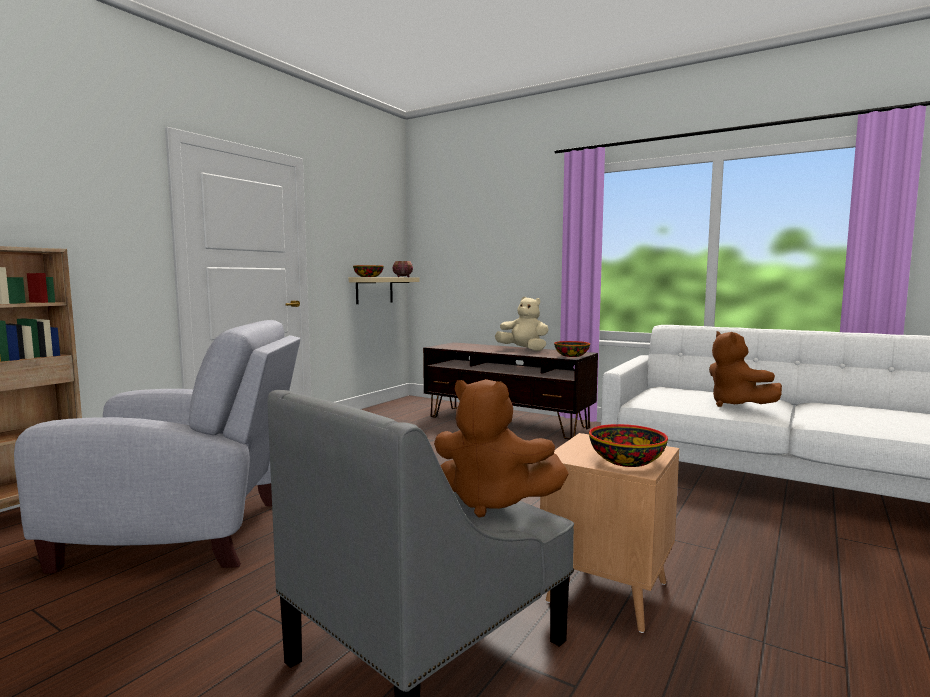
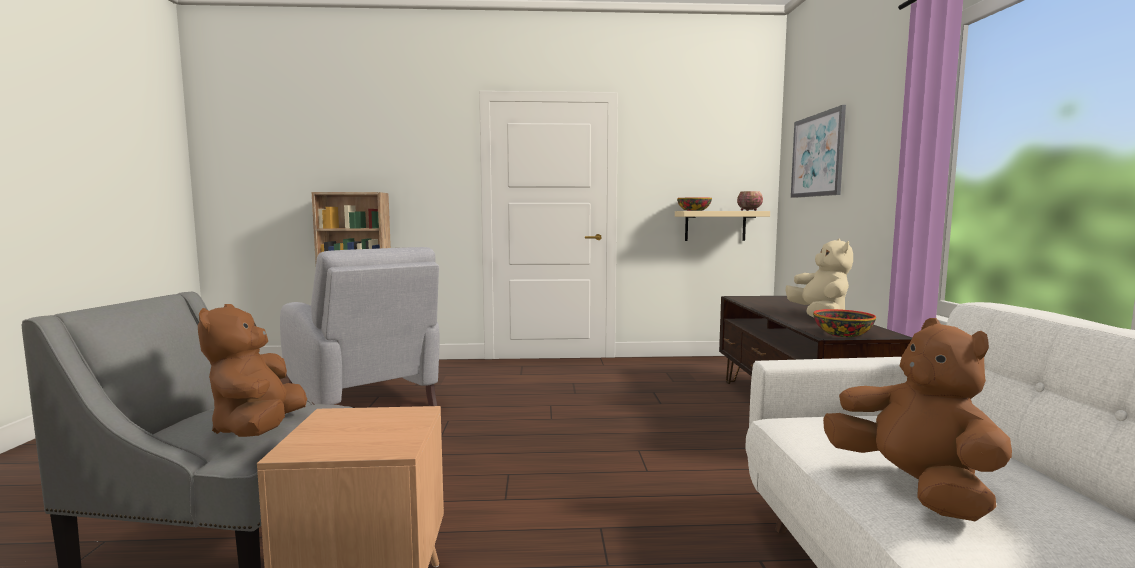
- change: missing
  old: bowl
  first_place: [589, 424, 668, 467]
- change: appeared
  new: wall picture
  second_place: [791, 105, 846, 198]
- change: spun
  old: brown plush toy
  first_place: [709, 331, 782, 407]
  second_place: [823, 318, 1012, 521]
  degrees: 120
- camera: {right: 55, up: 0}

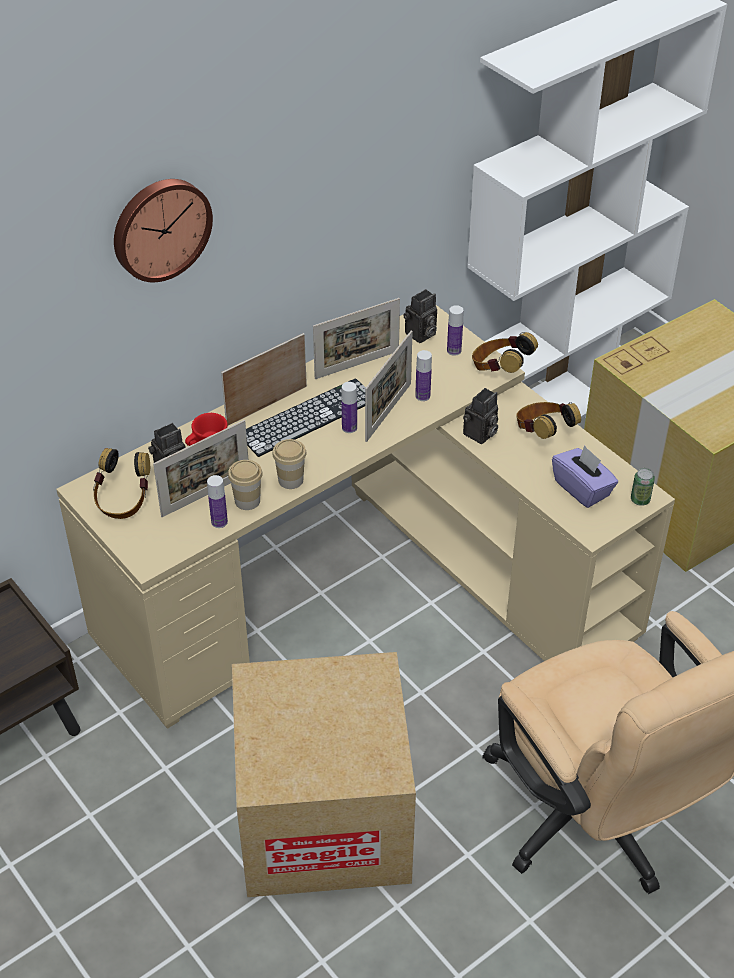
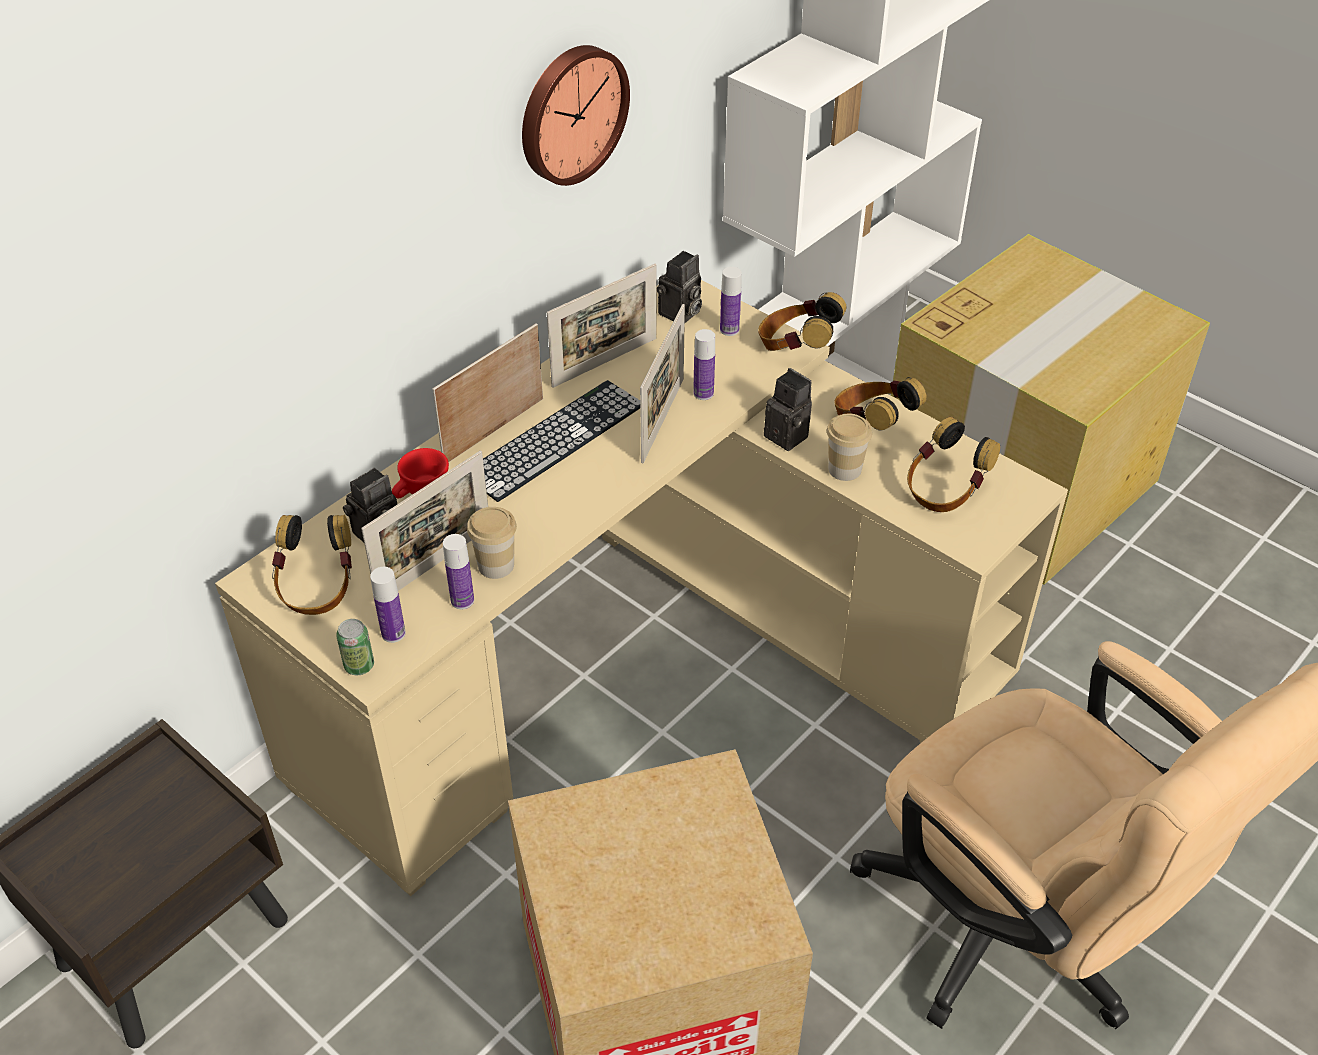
- change: relocated
  old: hanging clock
  first_place: [114, 179, 213, 282]
  second_place: [522, 45, 630, 186]
- change: relocated
  old: small cup
  first_place: [272, 439, 306, 489]
  second_place: [827, 414, 872, 481]
- change: relocated
  old: bottle
  first_place: [341, 382, 357, 433]
  second_place: [370, 567, 406, 643]
- change: relocated
  old: metal can
  first_place: [631, 468, 655, 506]
  second_place: [336, 619, 374, 675]
- change: exchanged
  old: purple-coloured box of tissues
  new: headset
  first_place: [552, 445, 618, 508]
  second_place: [907, 417, 1000, 512]
- change: spun
  old: photo camera
  first_place: [463, 388, 498, 444]
  second_place: [764, 368, 812, 451]
  degrees: -75
- camera: {right: -10, up: 0}

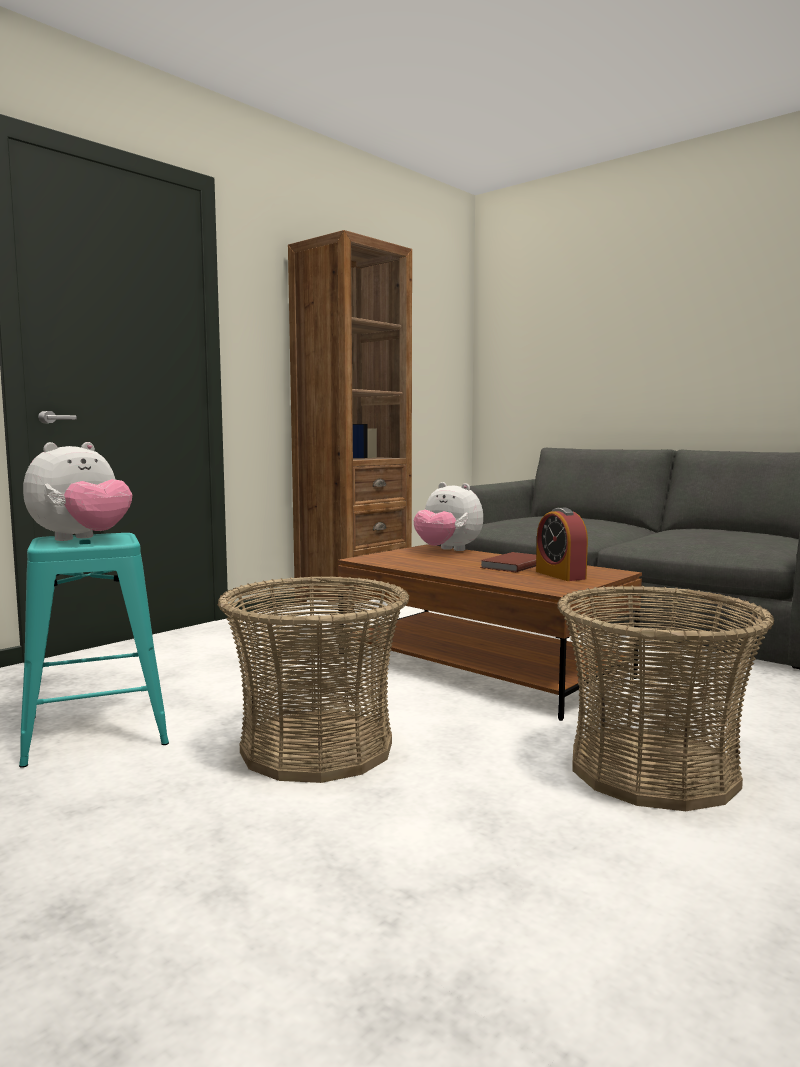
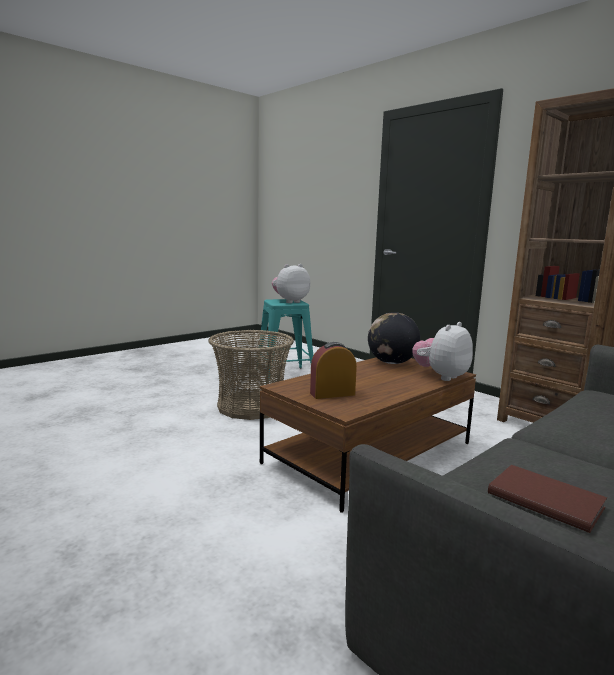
- change: missing
  old: storage basket
  first_place: [557, 585, 774, 811]
- change: appeared
  new: globe
  second_place: [368, 312, 420, 364]
- change: relocated
  old: brown book
  first_place: [480, 552, 536, 572]
  second_place: [488, 465, 607, 533]
- change: spun
  old: plush toy
  first_place: [23, 442, 132, 541]
  second_place: [272, 264, 310, 303]
  degrees: 105
- camera: {right: 95, up: 5}

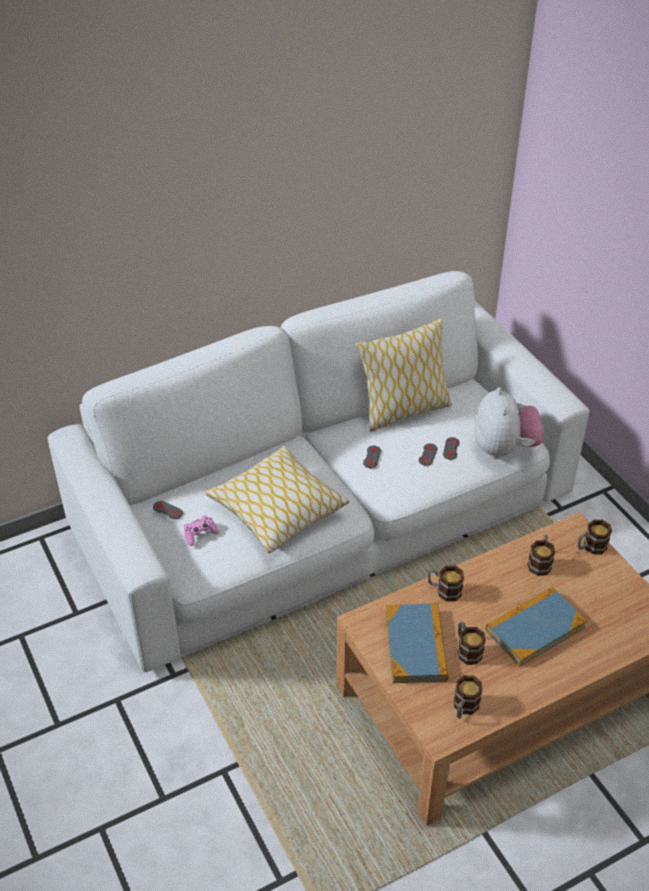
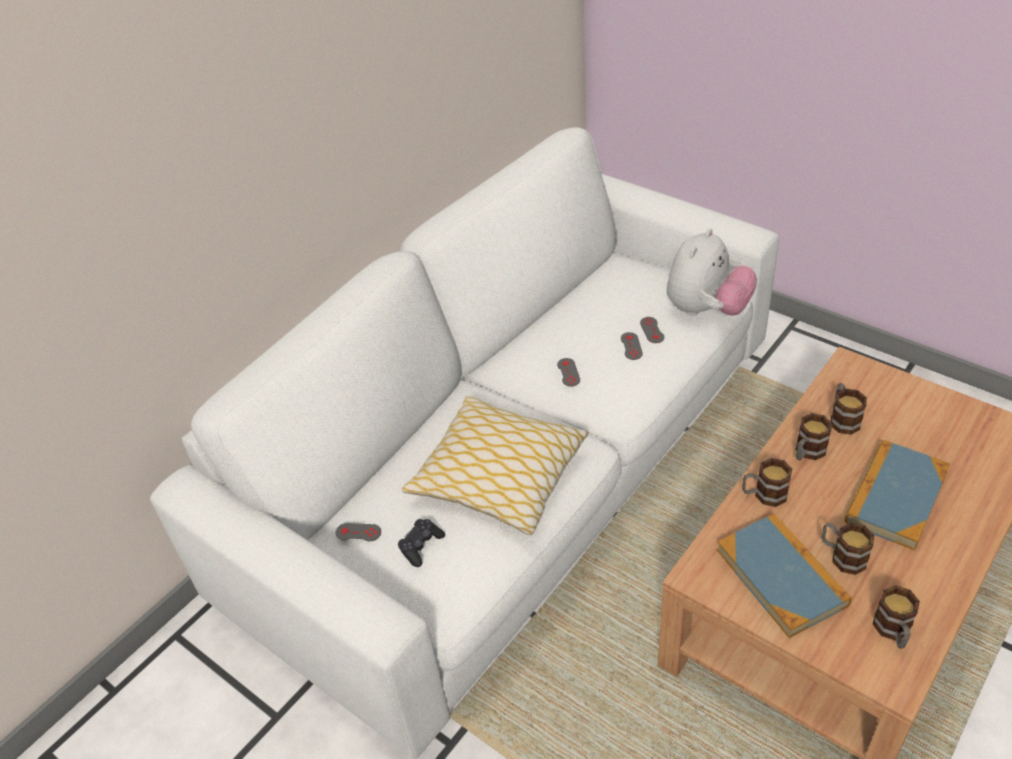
- change: missing
  old: cushion
  first_place: [355, 318, 452, 432]
- change: relocated
  old: coffee mug
  first_place: [577, 520, 612, 554]
  second_place: [795, 413, 832, 460]
- change: colour
  old: pink-coloured gamepad
  new: black-coloured gamepad
  first_place: [184, 515, 219, 546]
  second_place: [398, 519, 445, 567]
- change: spun
  old: plush toy
  first_place: [474, 387, 544, 458]
  second_place: [667, 229, 757, 316]
  degrees: 60
- camera: {right: -20, up: 0}

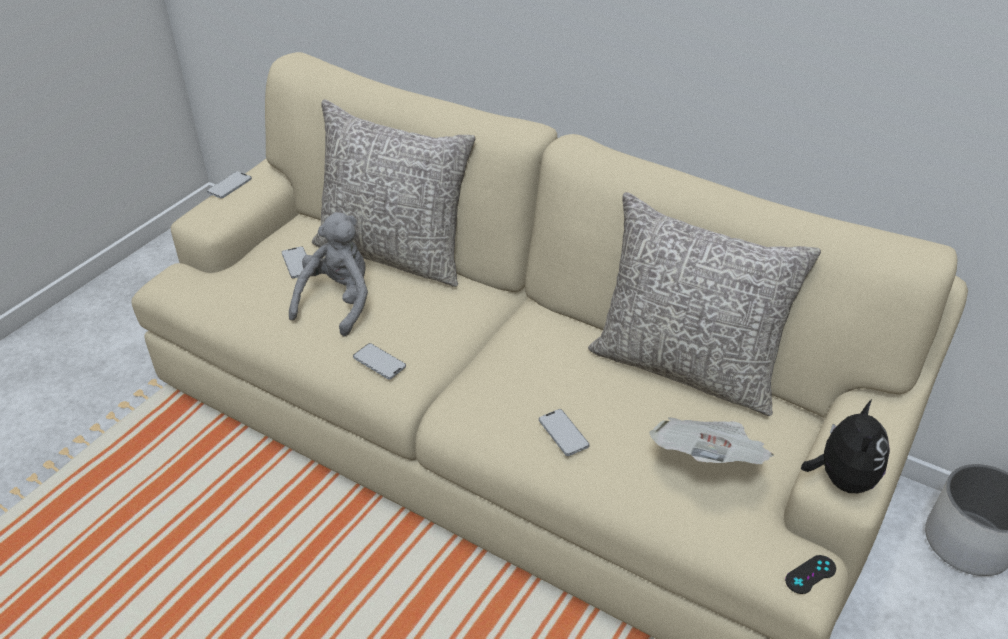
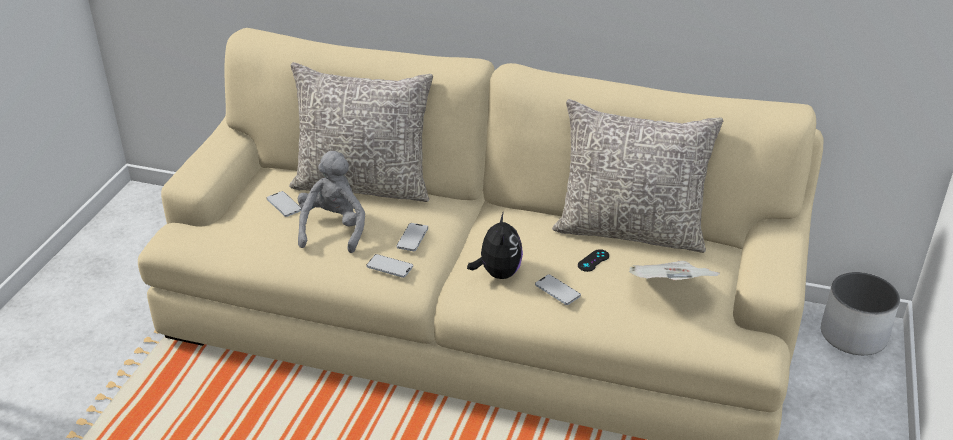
- change: relocated
  old: telephone
  first_place: [207, 171, 252, 199]
  second_place: [396, 223, 428, 251]
- change: relocated
  old: black-coloured gamepad
  first_place: [785, 555, 836, 594]
  second_place: [578, 249, 609, 272]
- change: relocated
  old: plush toy
  first_place: [801, 399, 890, 493]
  second_place: [467, 211, 523, 279]
- camera: {right: -15, up: -5}

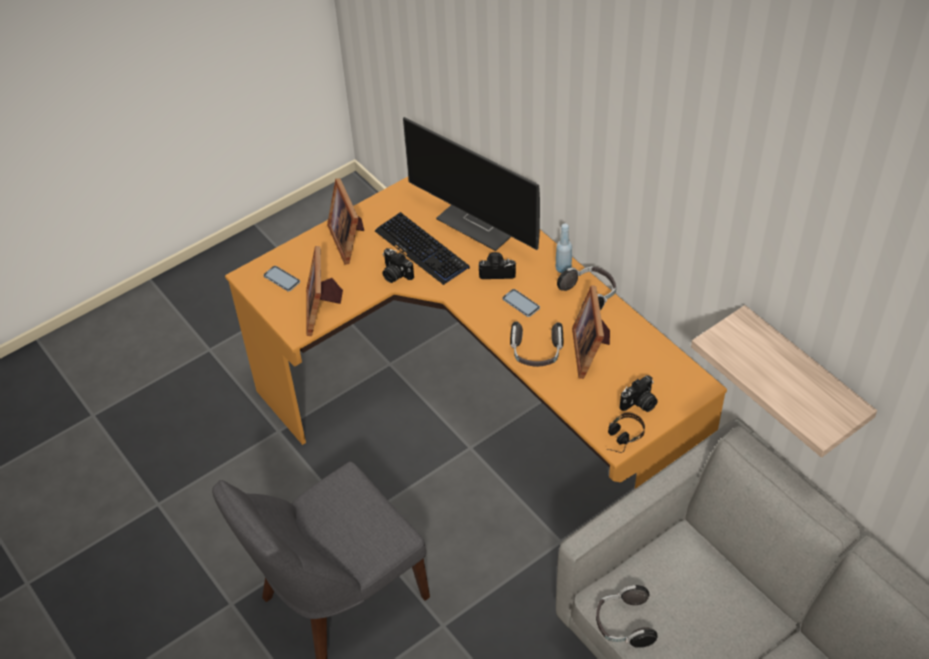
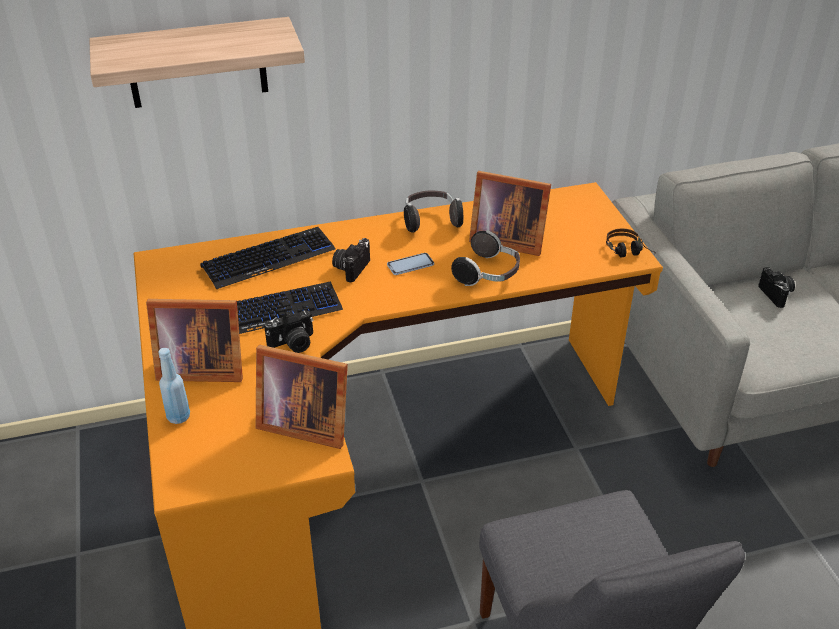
- change: missing
  old: telephone
  first_place: [264, 266, 300, 291]
- change: missing
  old: headset
  first_place: [596, 585, 658, 648]
- change: relocated
  old: blue bottle
  first_place: [555, 224, 572, 273]
  second_place: [159, 348, 190, 424]
- change: relocated
  old: photo camera
  first_place: [620, 375, 658, 412]
  second_place: [758, 267, 795, 308]
- change: relocated
  old: bracket shelf
  first_place: [691, 305, 877, 458]
  second_place: [89, 17, 305, 108]
- change: exchanged
  old: computer screen
  new: computer keyboard
  first_place: [403, 117, 540, 251]
  second_place: [200, 227, 336, 289]
- camera: {right: -70, up: -10}

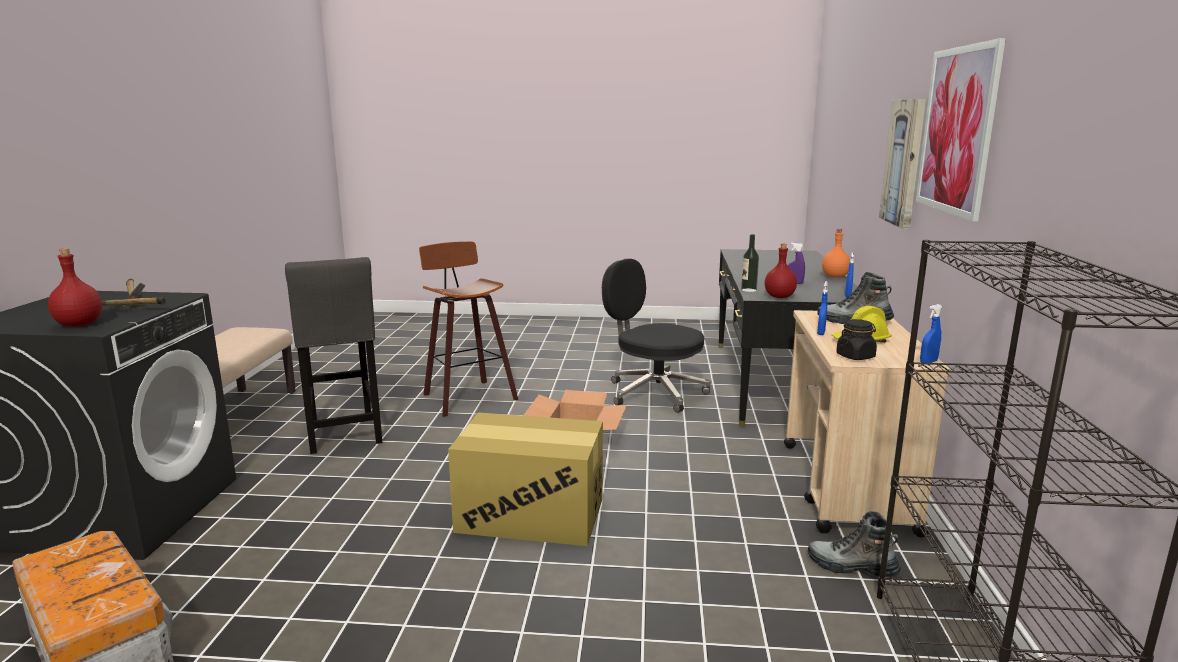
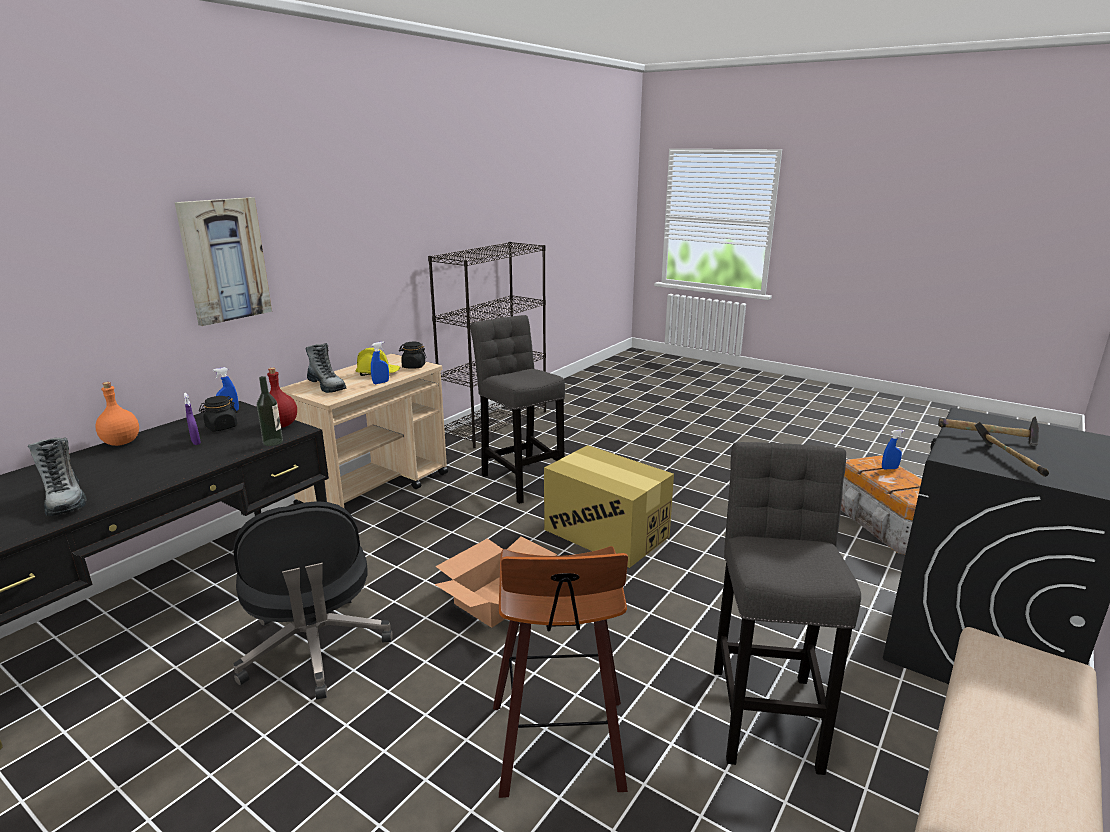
- change: missing
  old: red-coloured bottle
  first_place: [48, 248, 102, 326]
- change: missing
  old: wall picture
  first_place: [916, 38, 1006, 222]
- change: appeared
  new: black-coloured storage jar
  second_place: [199, 396, 237, 431]
- change: appeared
  new: gray stool seat
  second_place: [470, 315, 565, 504]
- change: relocated
  old: tall boot
  first_place: [808, 511, 901, 577]
  second_place: [28, 437, 87, 516]
- change: relocated
  old: blue spray bottle
  first_place: [920, 304, 942, 363]
  second_place: [882, 430, 904, 469]
- camera: {right: -150, up: 5}

